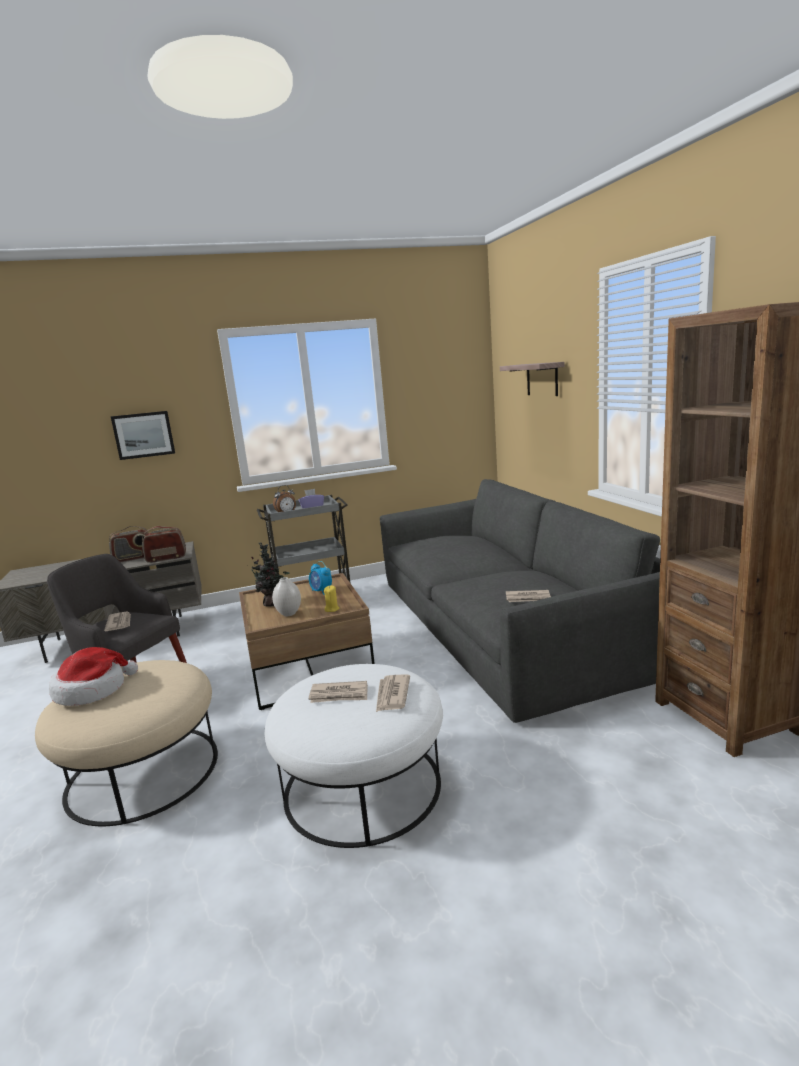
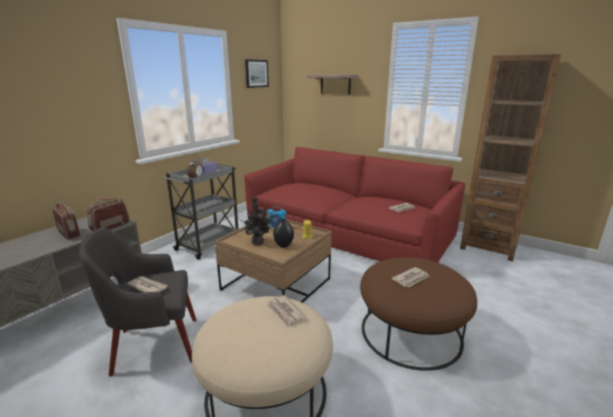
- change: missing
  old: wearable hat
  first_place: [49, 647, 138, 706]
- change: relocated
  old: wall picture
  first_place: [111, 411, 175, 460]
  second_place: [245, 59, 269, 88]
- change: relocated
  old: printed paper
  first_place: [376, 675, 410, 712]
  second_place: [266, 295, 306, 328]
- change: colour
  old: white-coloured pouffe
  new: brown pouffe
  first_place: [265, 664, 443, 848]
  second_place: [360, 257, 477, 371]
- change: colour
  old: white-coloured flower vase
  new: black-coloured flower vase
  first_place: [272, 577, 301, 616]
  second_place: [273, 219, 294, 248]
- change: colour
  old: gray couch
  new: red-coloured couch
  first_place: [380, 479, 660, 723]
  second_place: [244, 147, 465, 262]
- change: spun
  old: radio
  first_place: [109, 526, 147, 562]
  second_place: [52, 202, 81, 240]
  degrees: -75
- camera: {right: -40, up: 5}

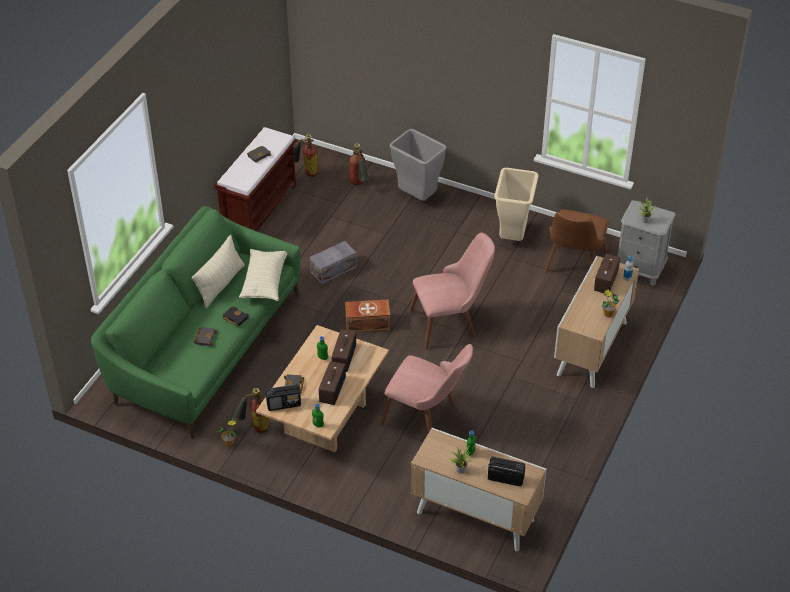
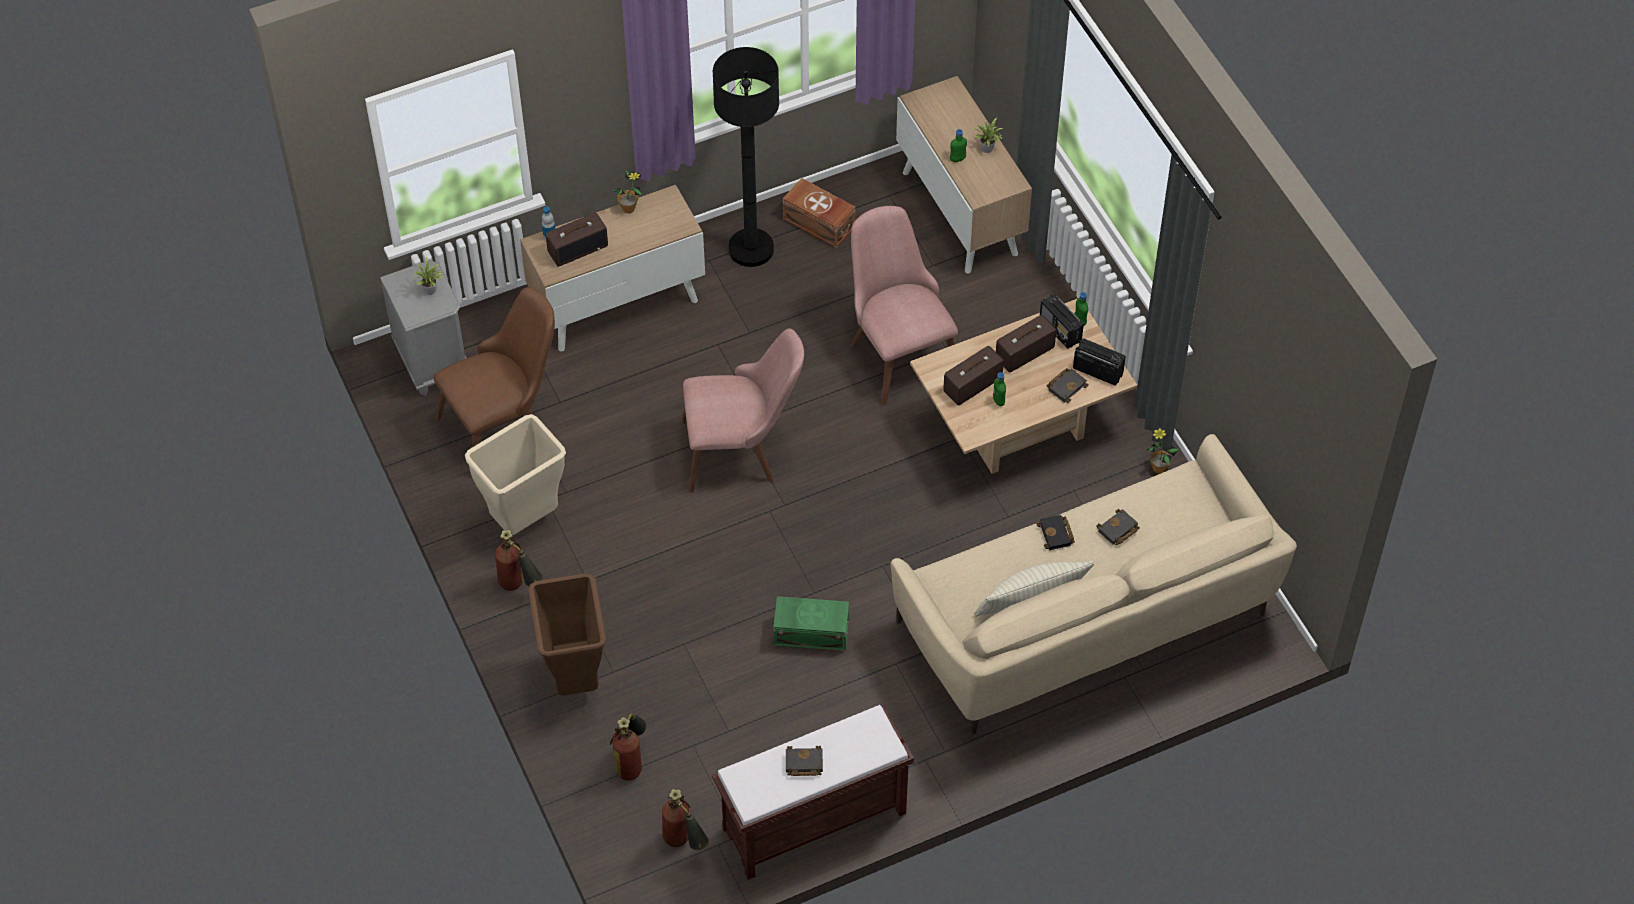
- change: missing
  old: beige cushion
  first_place: [239, 249, 287, 301]
- change: appeared
  new: black-coloured standing lamp
  second_place: [713, 47, 779, 267]
- change: relocated
  old: fire-fighting cylinder
  first_place: [233, 388, 270, 433]
  second_place: [495, 530, 543, 591]
- change: relocated
  old: brown storage container
  first_place: [345, 300, 390, 332]
  second_place: [783, 178, 855, 248]
- change: relocated
  old: radio
  first_place: [488, 457, 525, 487]
  second_place: [1040, 294, 1084, 349]
- change: colour
  old: green-coloured couch
  new: beige couch
  first_place: [91, 206, 300, 439]
  second_place: [891, 434, 1297, 735]
- change: colour
  old: gray storage container
  new: green-coloured storage container
  first_place: [310, 241, 357, 284]
  second_place: [773, 596, 849, 651]
- change: colour
  old: gray trash can
  new: brown trash can
  first_place: [390, 129, 447, 201]
  second_place: [528, 573, 606, 696]
- change: spun
  old: pink-coloured plain chair
  first_place: [409, 233, 495, 350]
  second_place: [681, 328, 804, 493]
  degrees: 150
- camera: {right: -140, up: 10}

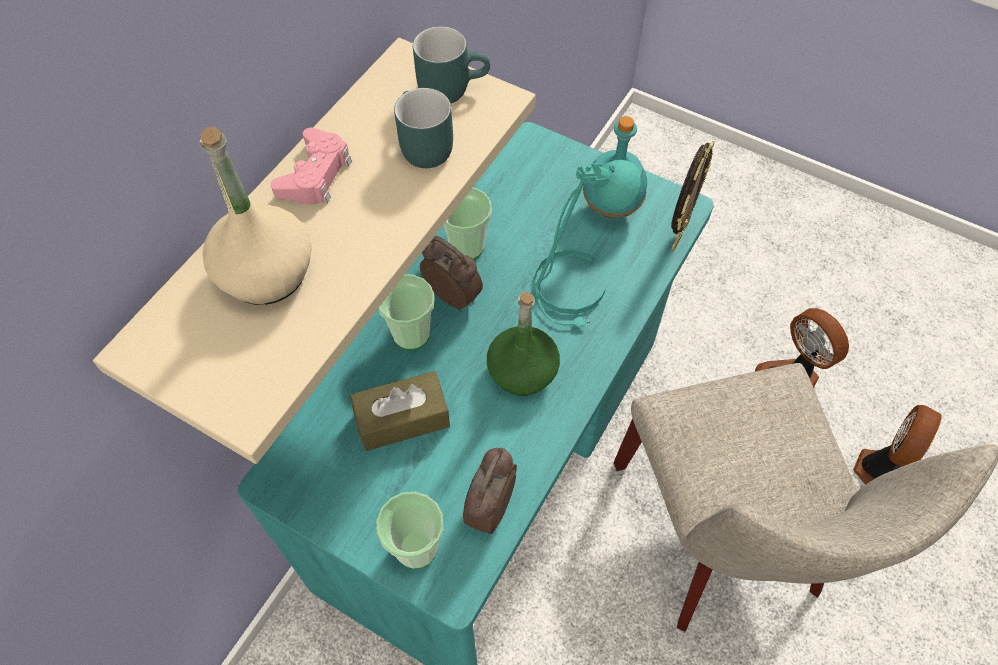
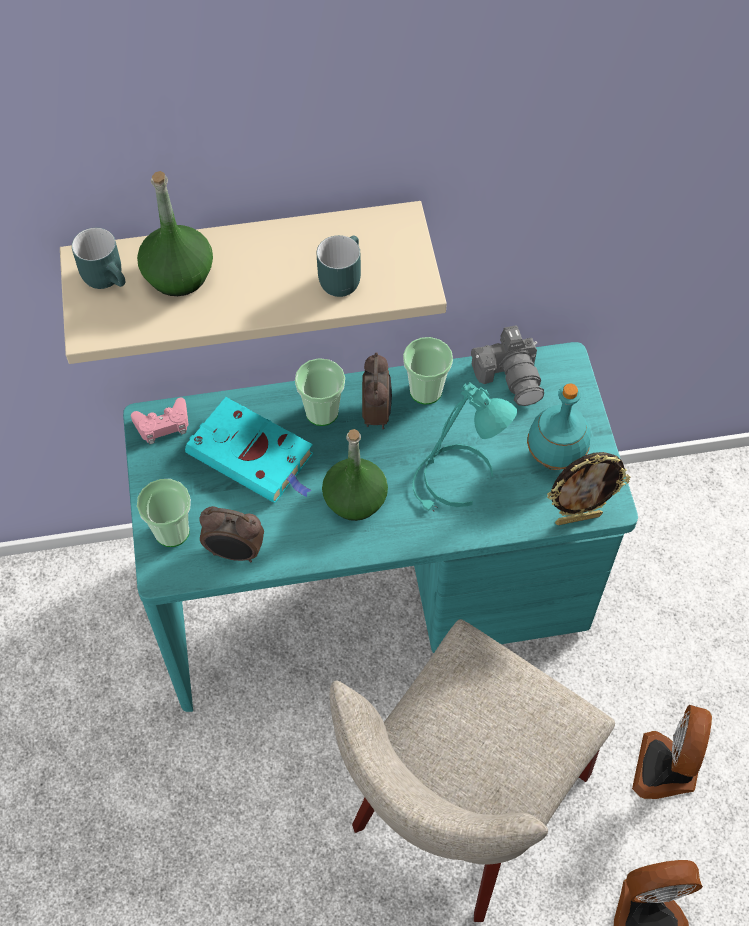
- change: appeared
  new: photo camera
  second_place: [471, 325, 544, 406]
- change: relocated
  old: pink-coloured gamepad
  first_place: [271, 127, 352, 205]
  second_place: [131, 398, 188, 444]
- change: relocated
  old: turquoise-coloured coffee mug
  first_place: [413, 26, 490, 103]
  second_place: [72, 228, 125, 289]
- change: exchanged
  old: brown box of tissues
  new: turquoise-coloured book
  first_place: [350, 371, 450, 451]
  second_place: [185, 397, 313, 503]
- change: colour
  old: beige bottle
  new: green-coloured bottle
  first_place: [200, 127, 312, 305]
  second_place: [137, 171, 213, 296]
- change: spun
  old: alarm clock
  first_place: [463, 448, 517, 534]
  second_place: [200, 506, 264, 562]
  degrees: -150
- camera: {right: 50, up: 0}

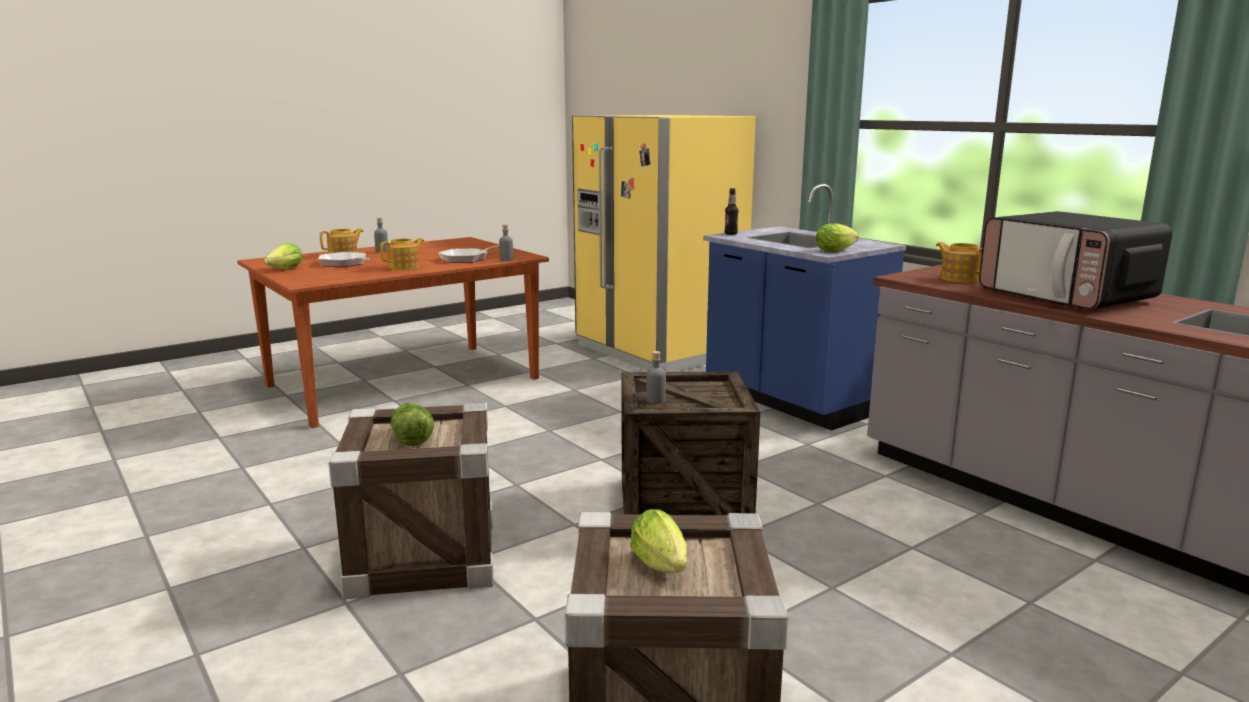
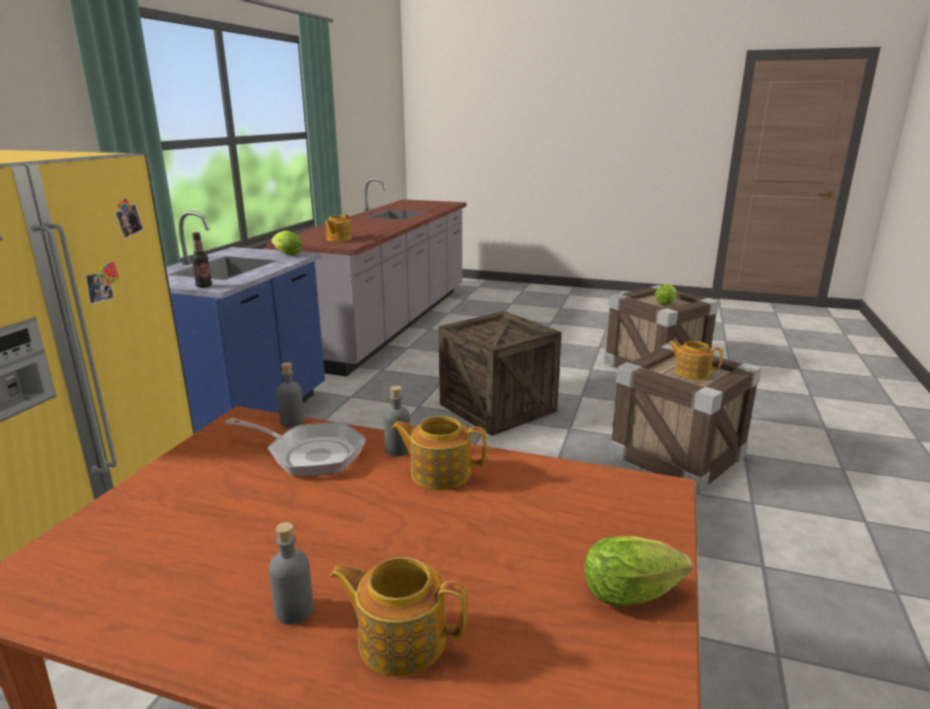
- change: missing
  old: frying pan
  first_place: [318, 252, 372, 267]
- change: missing
  old: microwave
  first_place: [979, 211, 1172, 310]
- change: relocated
  old: gray bottle
  first_place: [647, 351, 666, 404]
  second_place: [384, 386, 410, 456]
- change: exchanged
  old: head of lettuce
  new: teapot
  first_place: [391, 403, 434, 446]
  second_place: [668, 340, 723, 380]
- camera: {right: -125, up: 5}

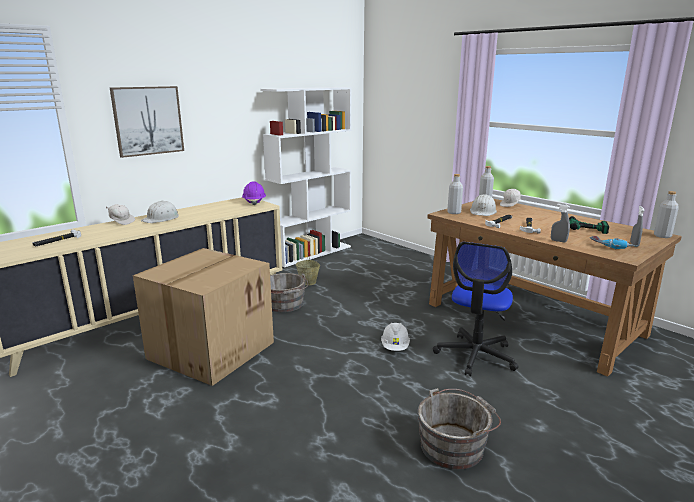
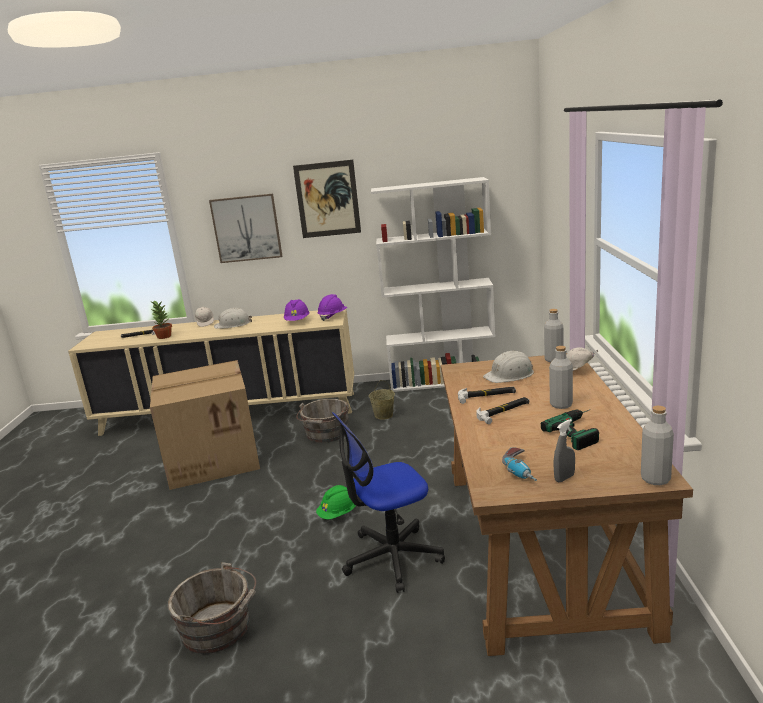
- change: missing
  old: gray spray bottle
  first_place: [551, 204, 570, 243]
- change: appeared
  new: plant in a pot
  second_place: [151, 300, 172, 339]
- change: appeared
  new: purple-coloured hard hat
  second_place: [284, 299, 309, 321]
- change: appeared
  new: wall picture
  second_place: [293, 160, 361, 238]
- change: relocated
  old: gray bottle
  first_place: [447, 174, 463, 214]
  second_place: [549, 346, 573, 409]
- change: colour
  old: white-coloured hard hat
  new: green-coloured hard hat
  first_place: [381, 323, 410, 351]
  second_place: [316, 485, 356, 519]
- camera: {right: 45, up: 0}

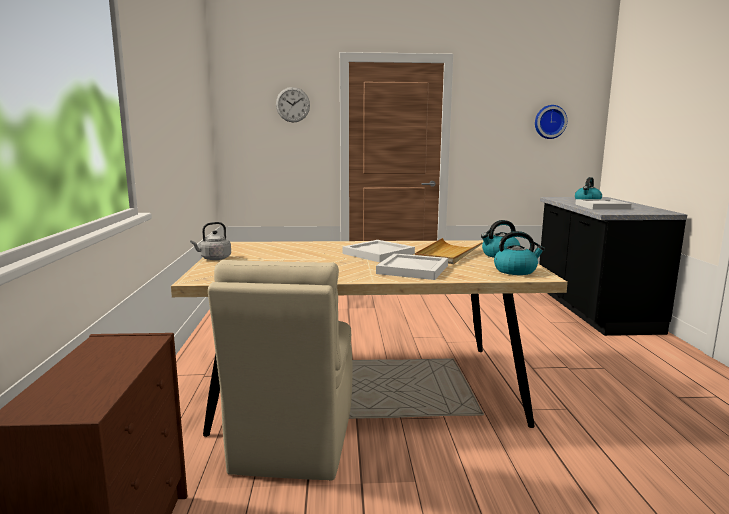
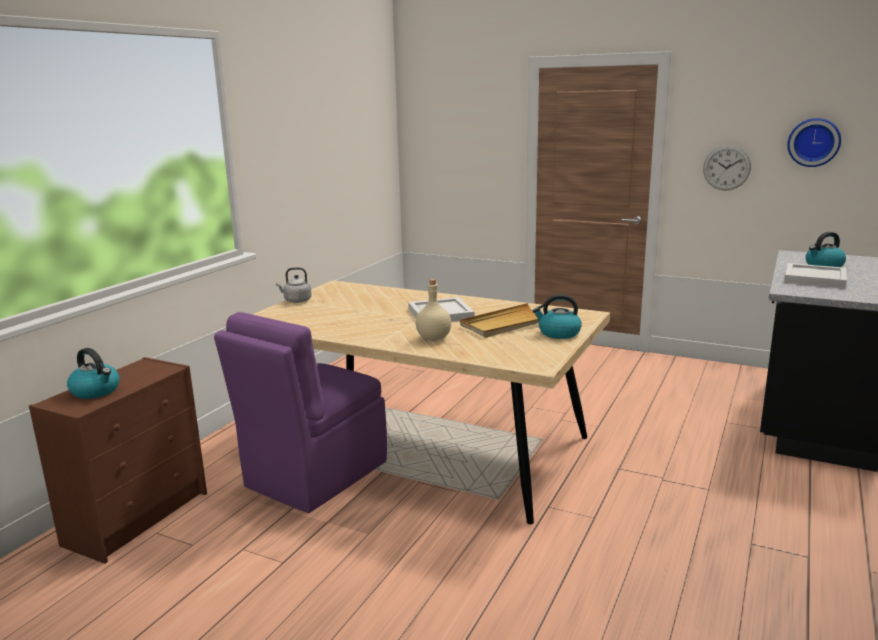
- change: relocated
  old: hanging clock
  first_place: [276, 87, 310, 123]
  second_place: [703, 145, 751, 191]
- change: relocated
  old: kettle
  first_place: [494, 231, 545, 275]
  second_place: [67, 348, 120, 399]
- change: exchanged
  old: white-coloured carrying tray
  new: beige bottle
  first_place: [376, 253, 448, 280]
  second_place: [416, 279, 451, 341]
- change: colour
  old: beige plain chair
  new: purple-coloured plain chair
  first_place: [208, 260, 353, 481]
  second_place: [214, 312, 387, 513]
- camera: {right: 30, up: 5}

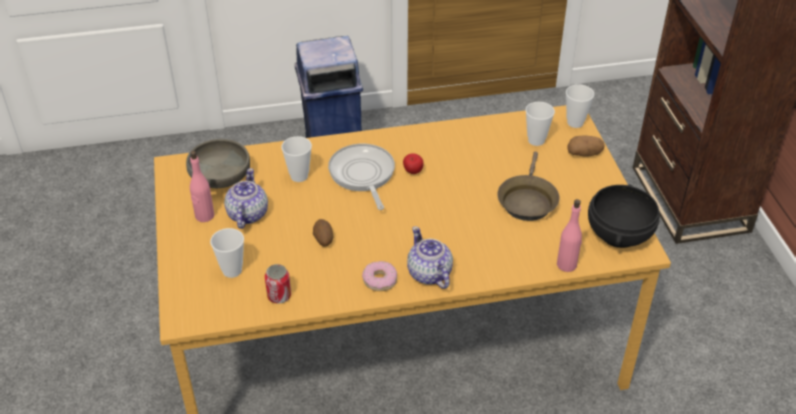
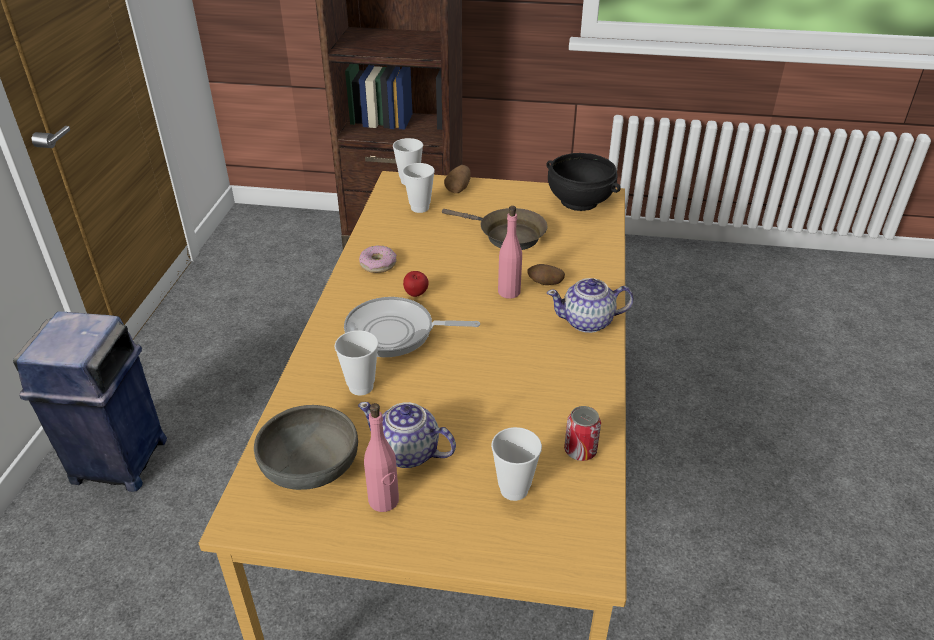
- change: relocated
  old: spud
  first_place: [313, 219, 333, 246]
  second_place: [527, 264, 565, 285]
- change: relocated
  old: doughnut
  first_place: [362, 261, 397, 291]
  second_place: [359, 245, 397, 273]
- change: relocated
  old: pink-coloured bottle
  first_place: [557, 199, 582, 272]
  second_place: [498, 206, 522, 299]
- camera: {right: -70, up: -5}

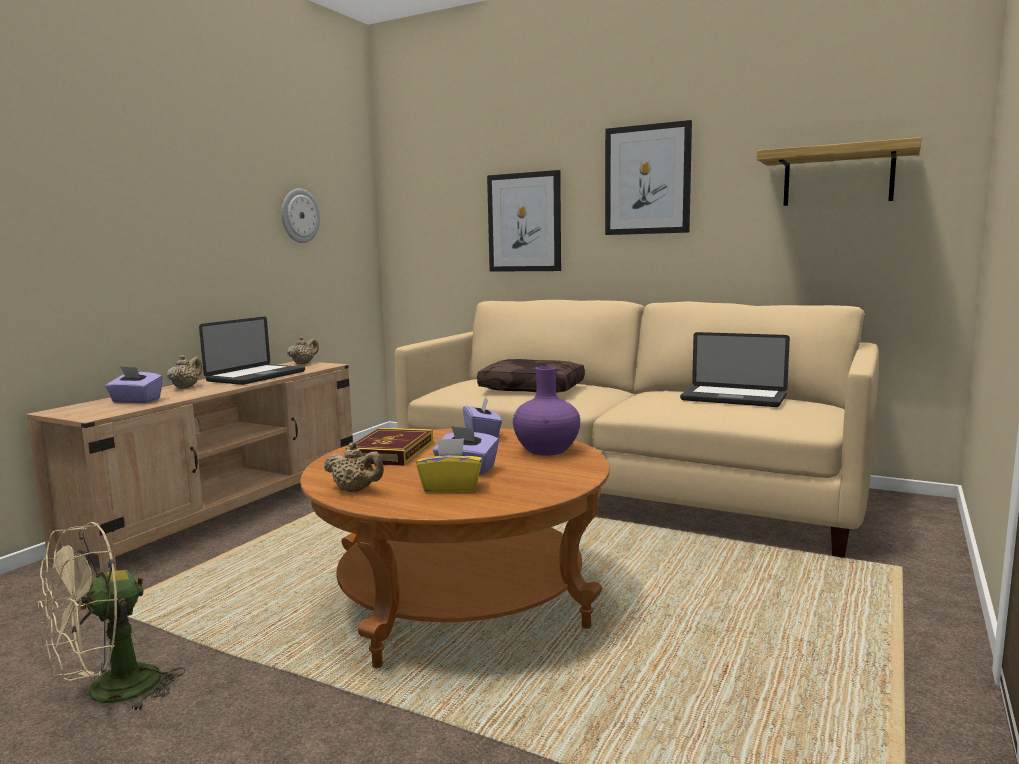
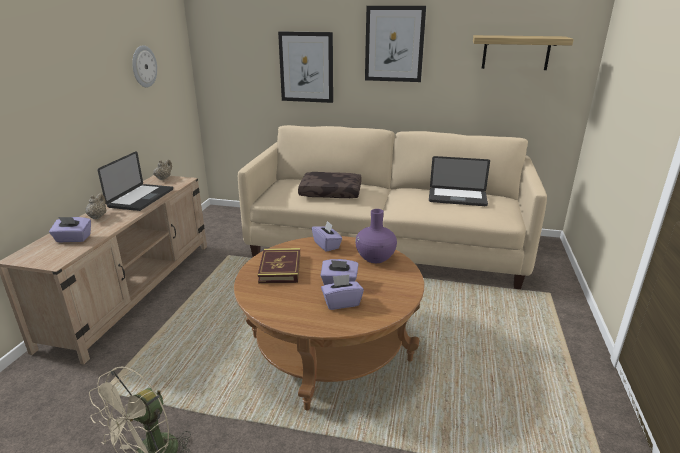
- change: missing
  old: beige teapot
  first_place: [324, 442, 384, 492]
- change: colour
  old: yellowish box of tissues
  new: purple-coloured box of tissues
  first_place: [416, 438, 483, 493]
  second_place: [321, 275, 364, 310]
- camera: {right: -15, up: 15}

